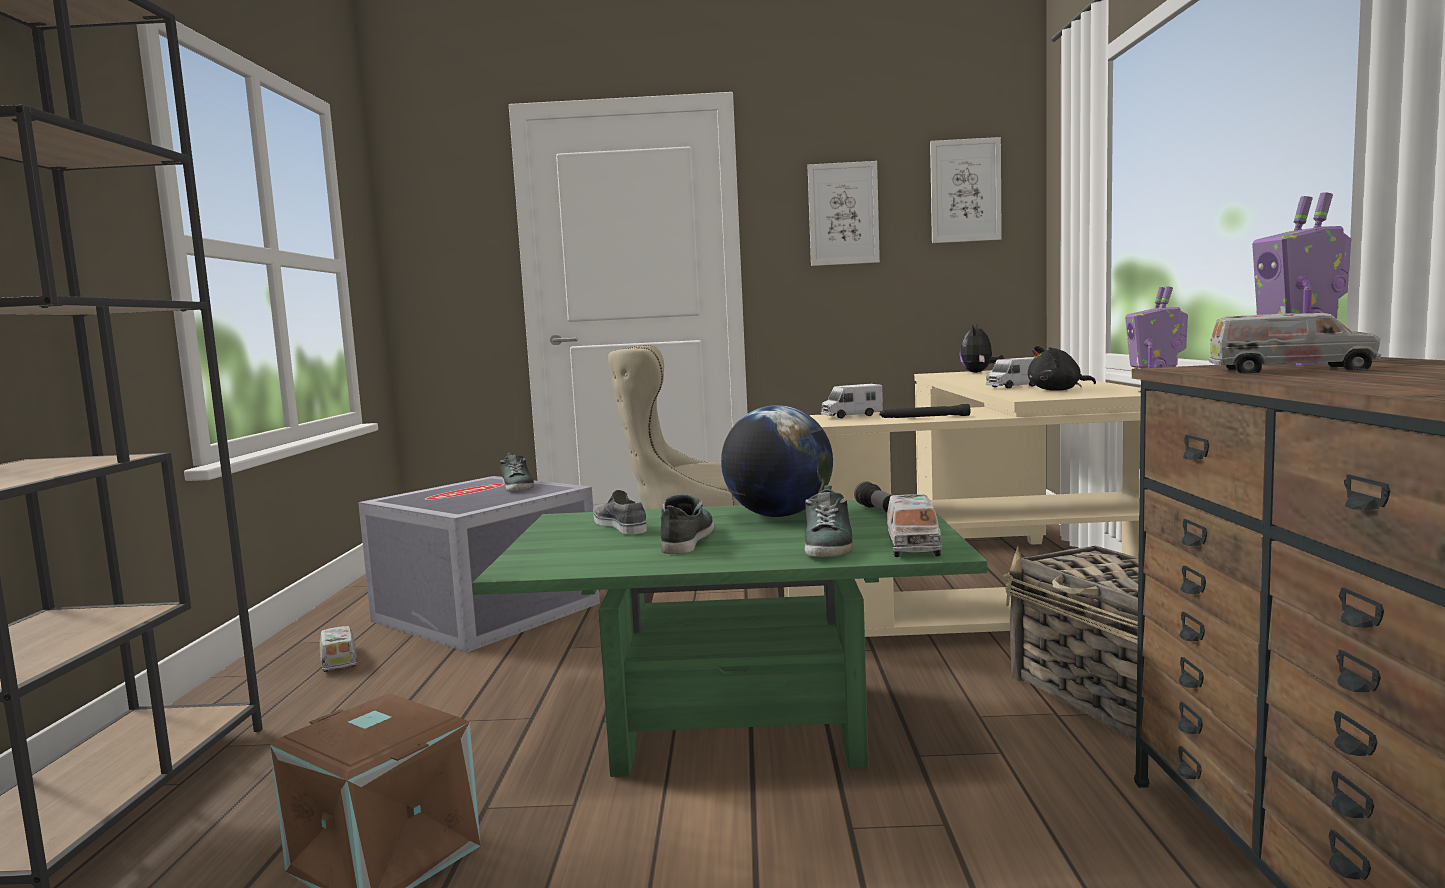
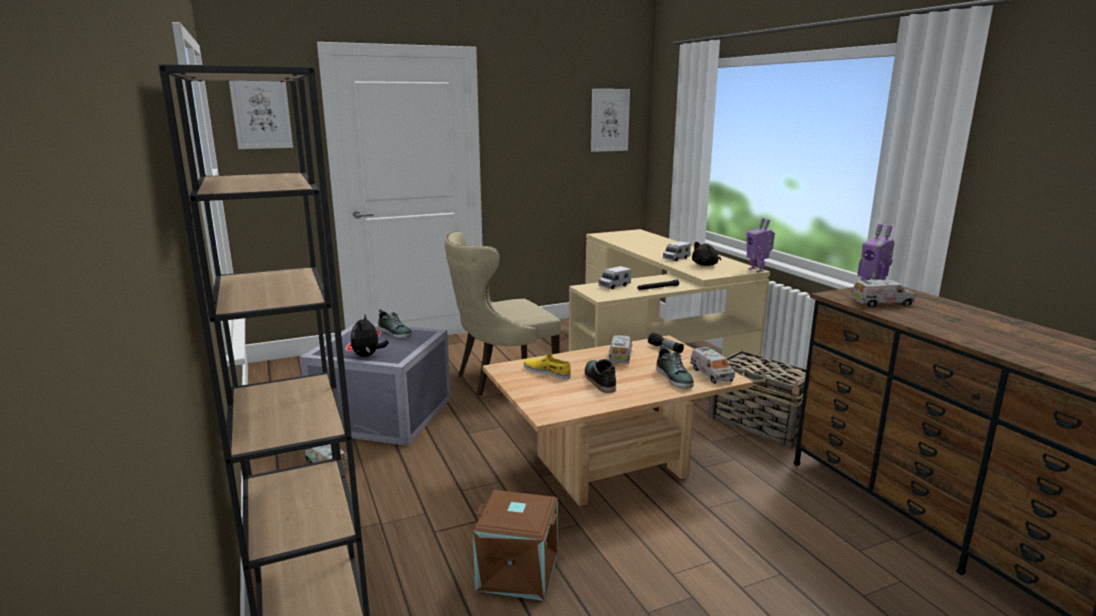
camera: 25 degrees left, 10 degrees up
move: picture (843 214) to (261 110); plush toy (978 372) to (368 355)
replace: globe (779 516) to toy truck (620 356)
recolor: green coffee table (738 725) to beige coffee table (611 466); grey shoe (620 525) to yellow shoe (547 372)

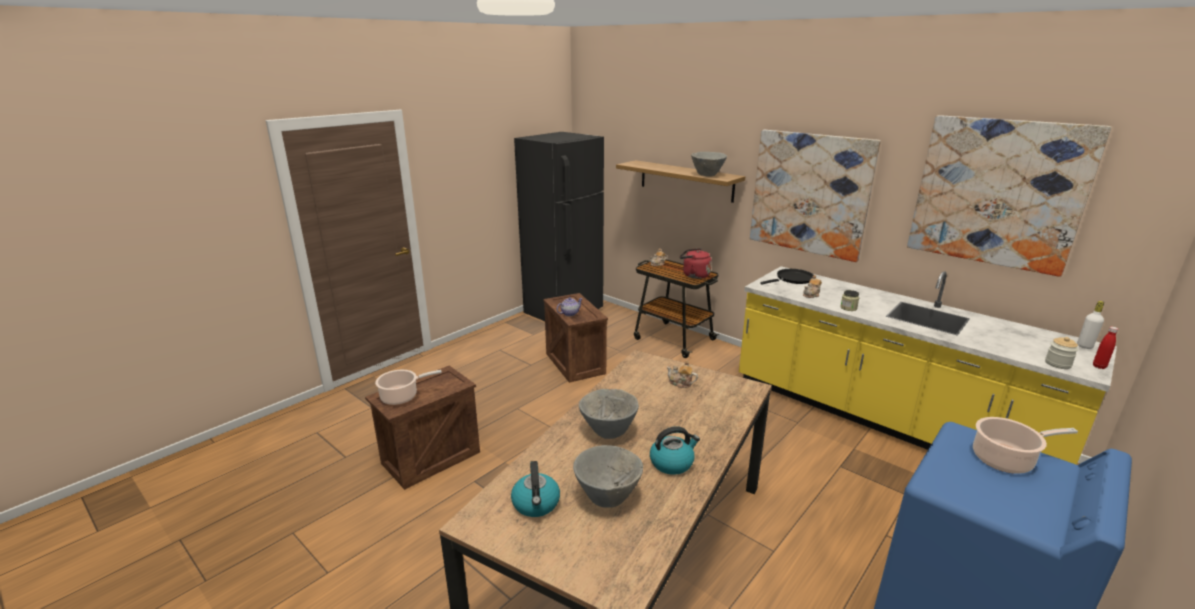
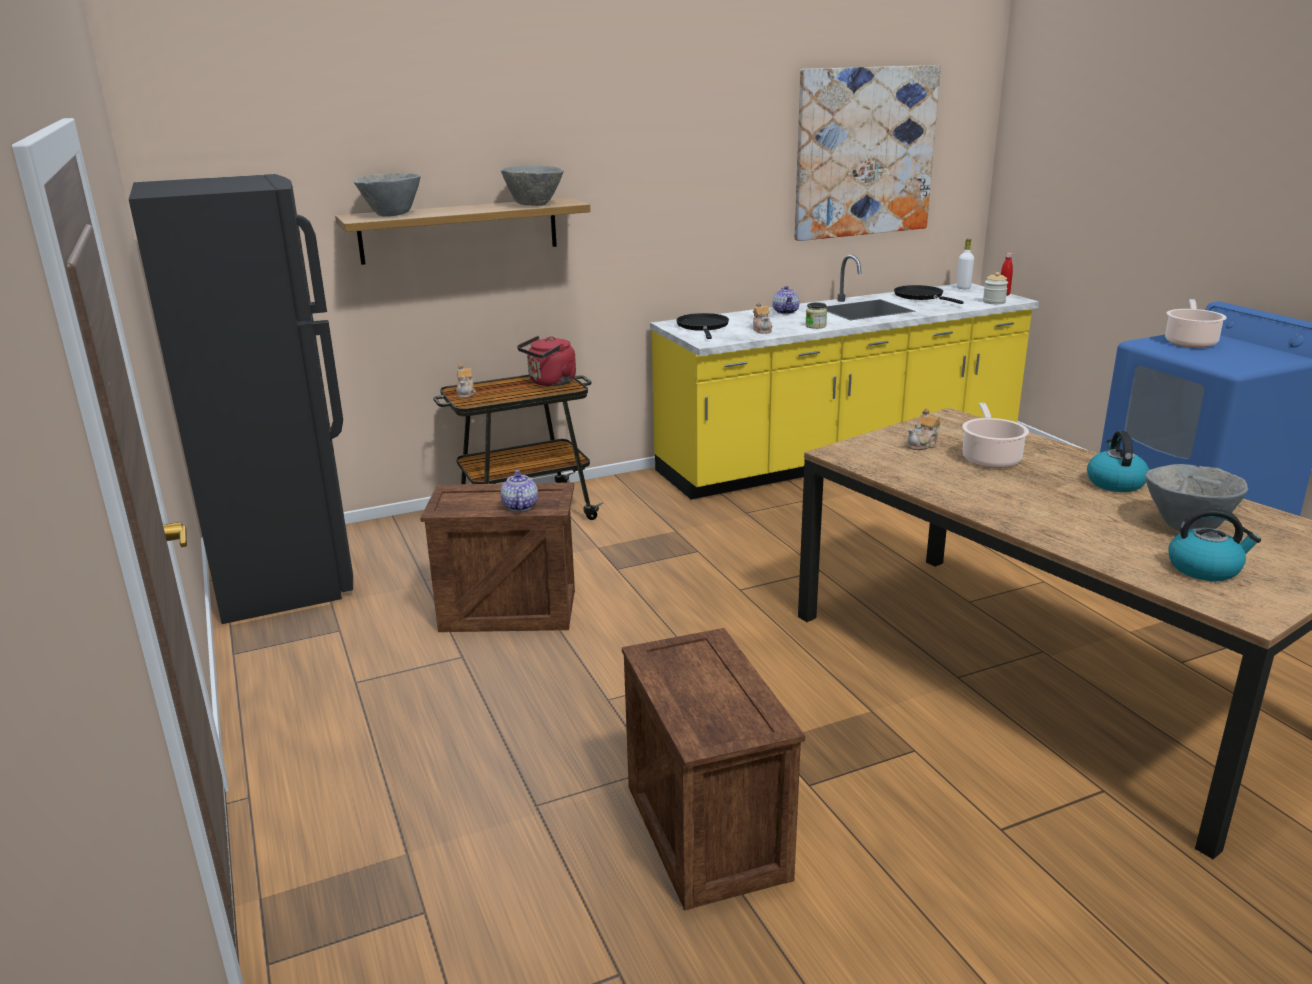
camera: 65 degrees left, 0 degrees up
delete: picture (810 194)
insert: teapot (785 312); black frying pan (921 296)
move: cooking pot (402 396) to (990 458); grey bowl (608 431) to (391 215)

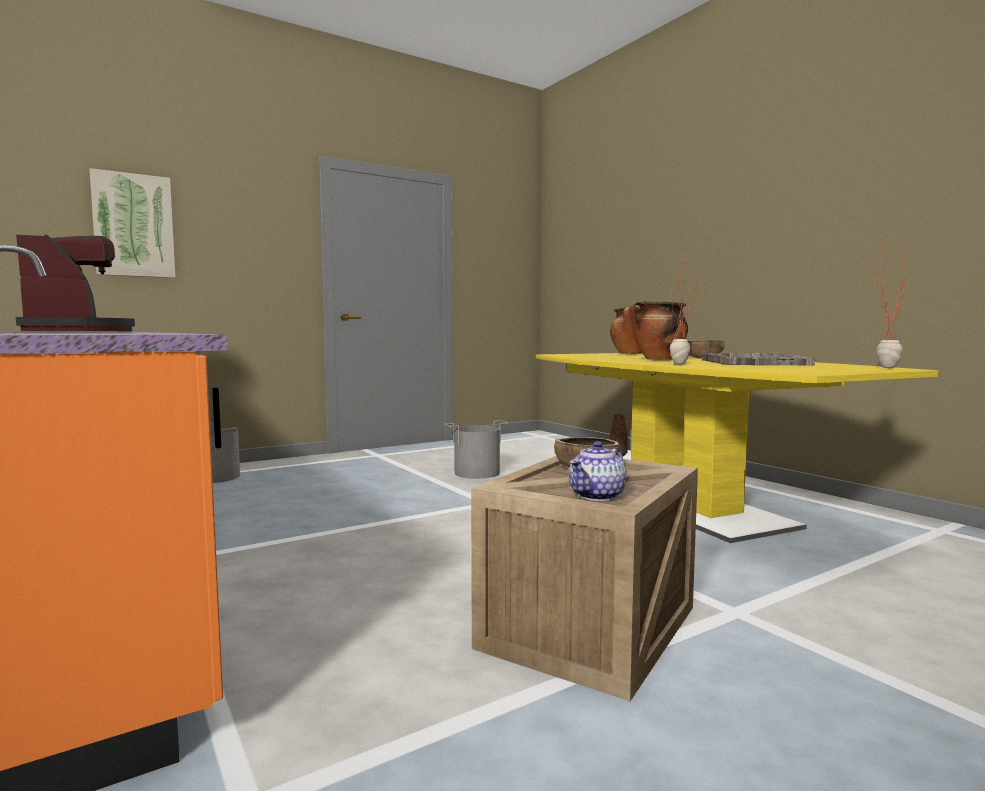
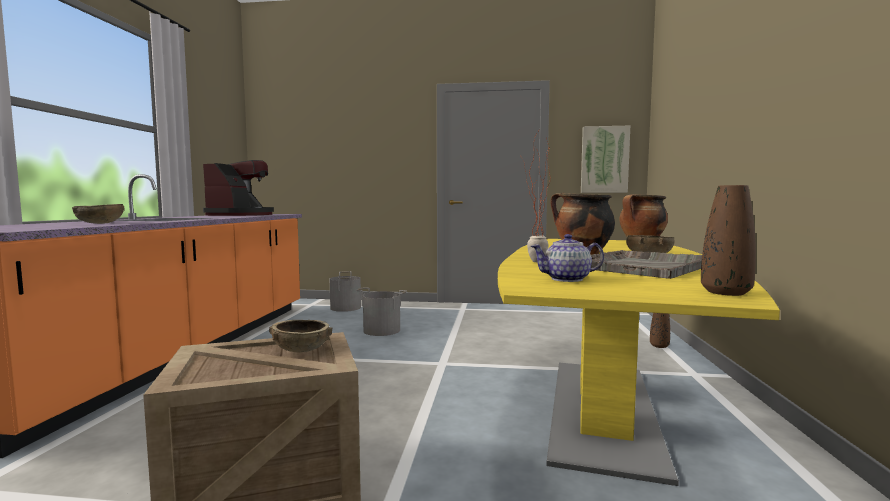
camera: 40 degrees right, 0 degrees up
insert: brown bowl (100 223)
move: picture (133 225) to (604 159); grey bucket (476 473) to (382 330); teapot (598 496) to (567 279)
replace: potted plant (880 367) to brown vase (726 292)

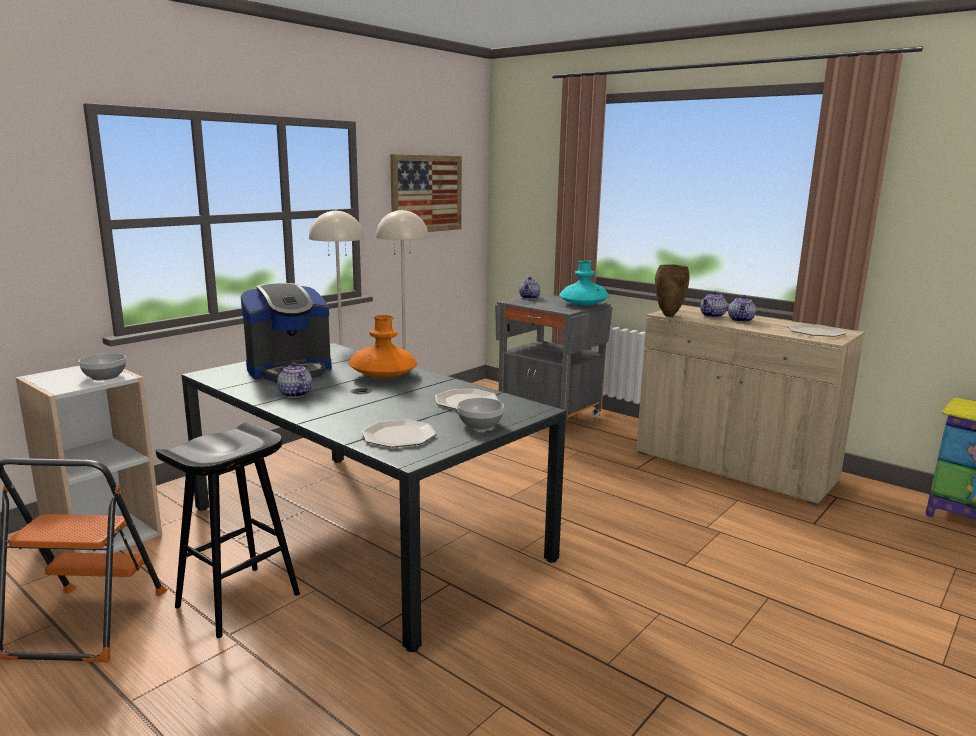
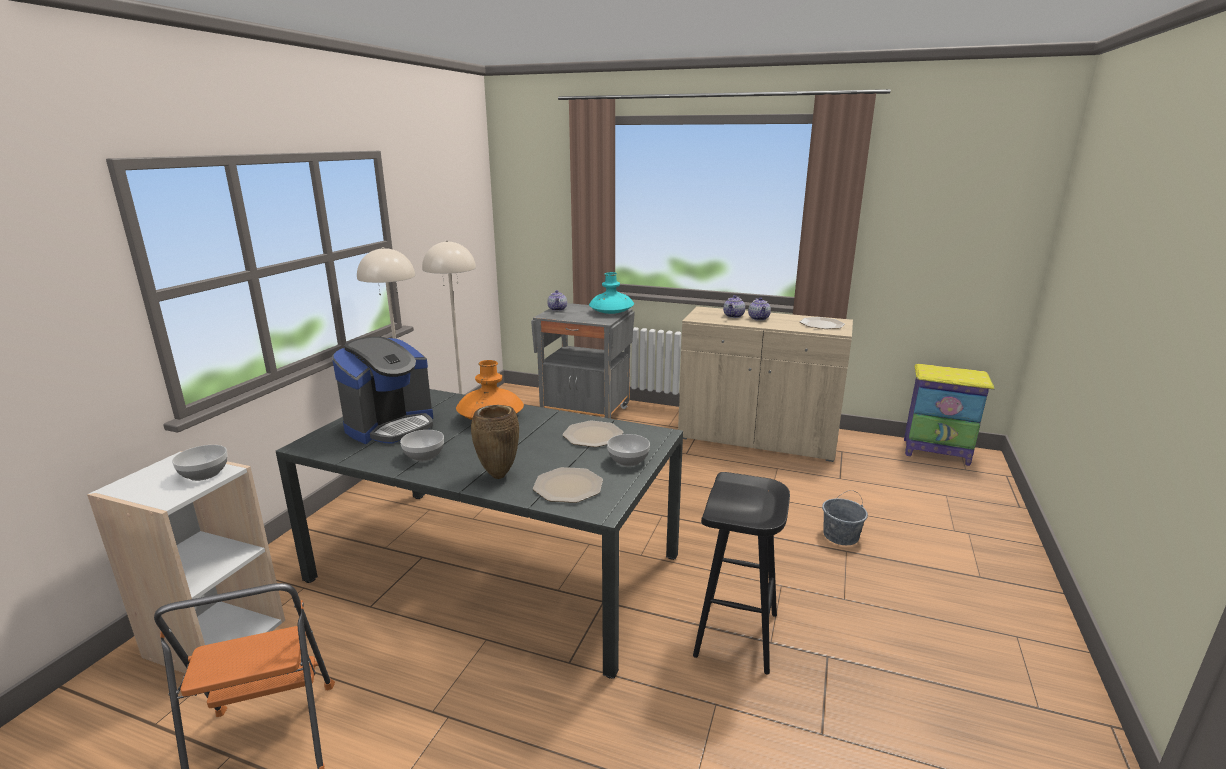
camera: 20 degrees left, 5 degrees up
delete: picture (426 194)
insert: grey bucket (841 536)
move: black stool (237 601) to (737 635); brown vase (668 315) to (498 475)
replace: teapot (294 394) to bowl (424 456)

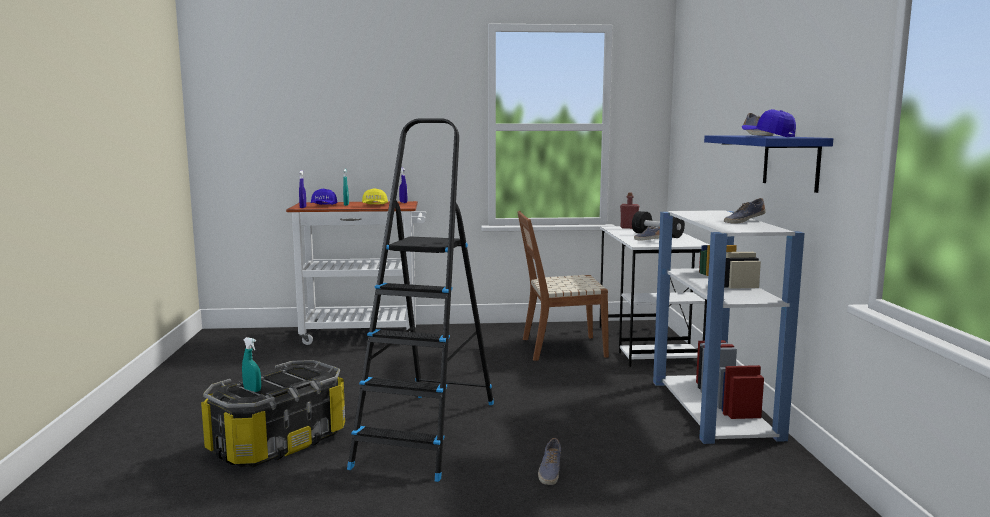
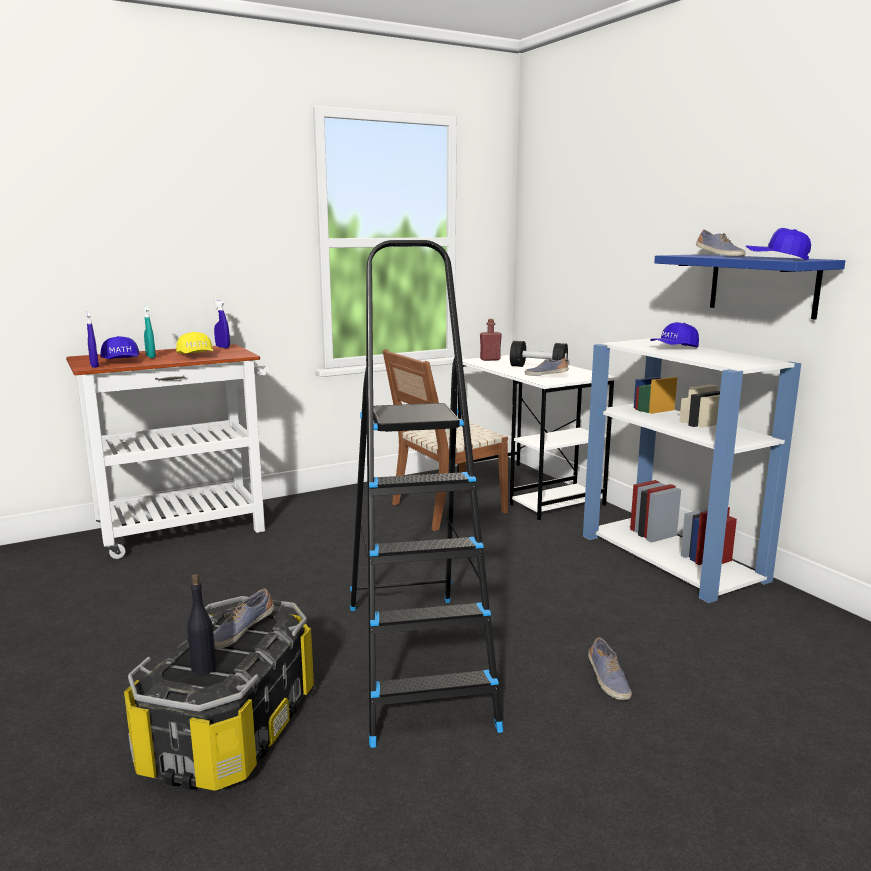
camera: 25 degrees left, 5 degrees up
insert: blue cap (674 348)
move: shoe (743 221) to (241 631)
replace: turquoise spray bottle (252 390) to black bottle (203 668)

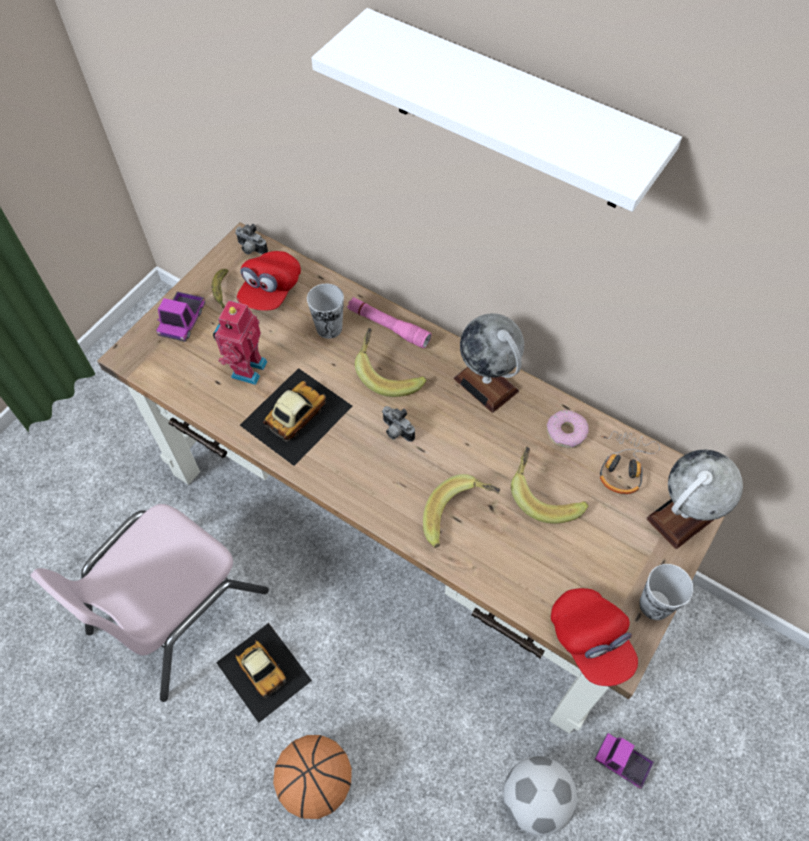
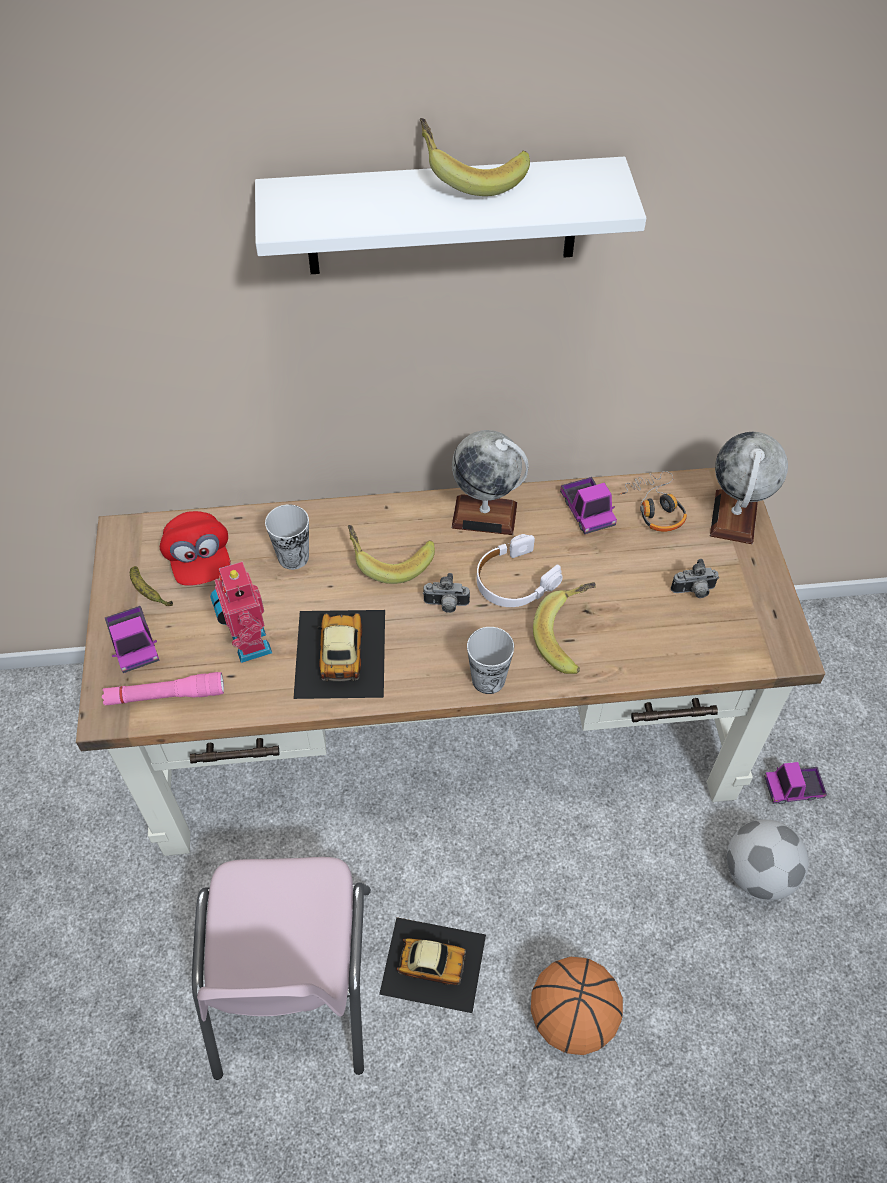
camera: 40 degrees left, 5 degrees down
delete: red cap (590 641)
insert: white headphones (514 581)
move: photo camera (251 250) to (693 591); pink flashlight (388 327) to (165 695); banana (545 494) to (471 176); cup (655 605) to (488 679)
replace: donut (566 432) to toy truck (587 511)

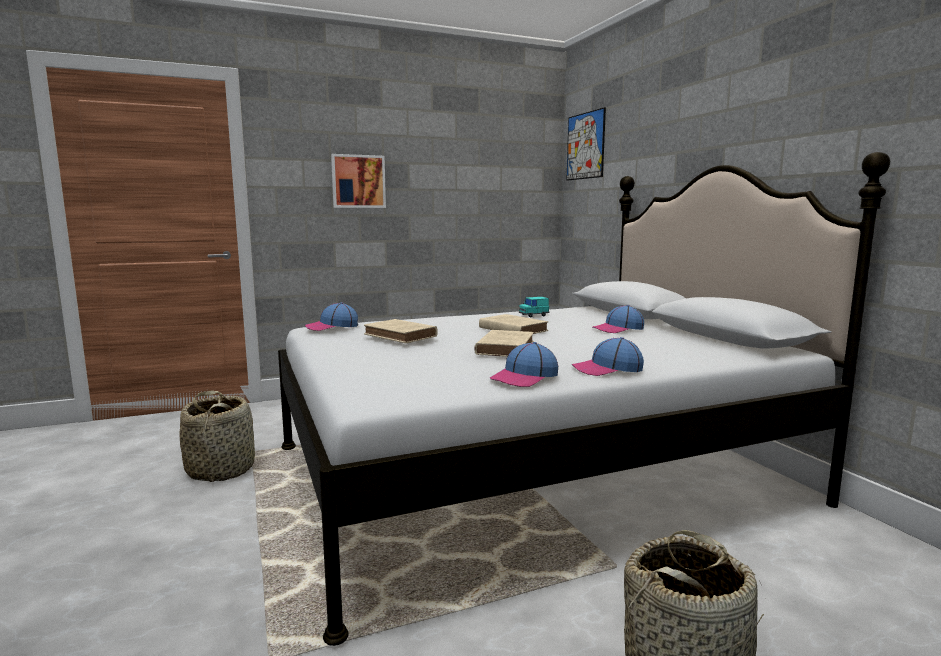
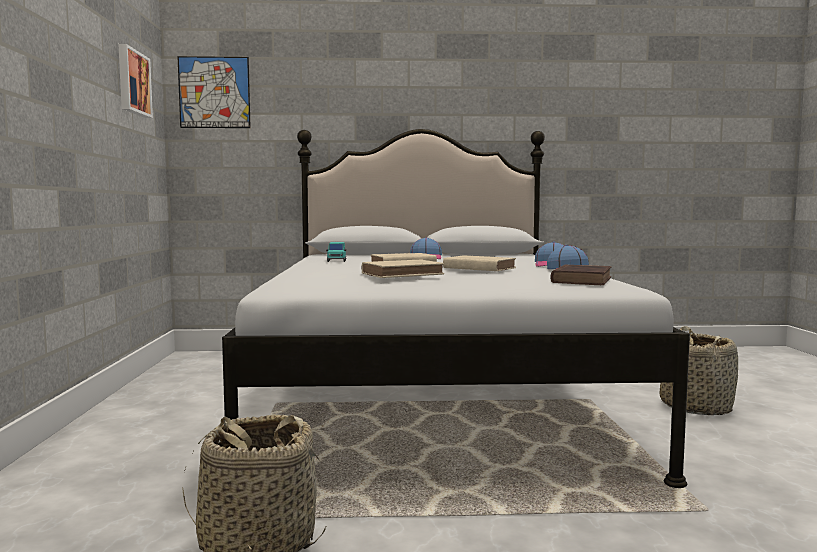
camera: 70 degrees left, 5 degrees down
delete: cap (332 326)
insert: brown book (582 280)
move: picture (358 181) to (132 82)

